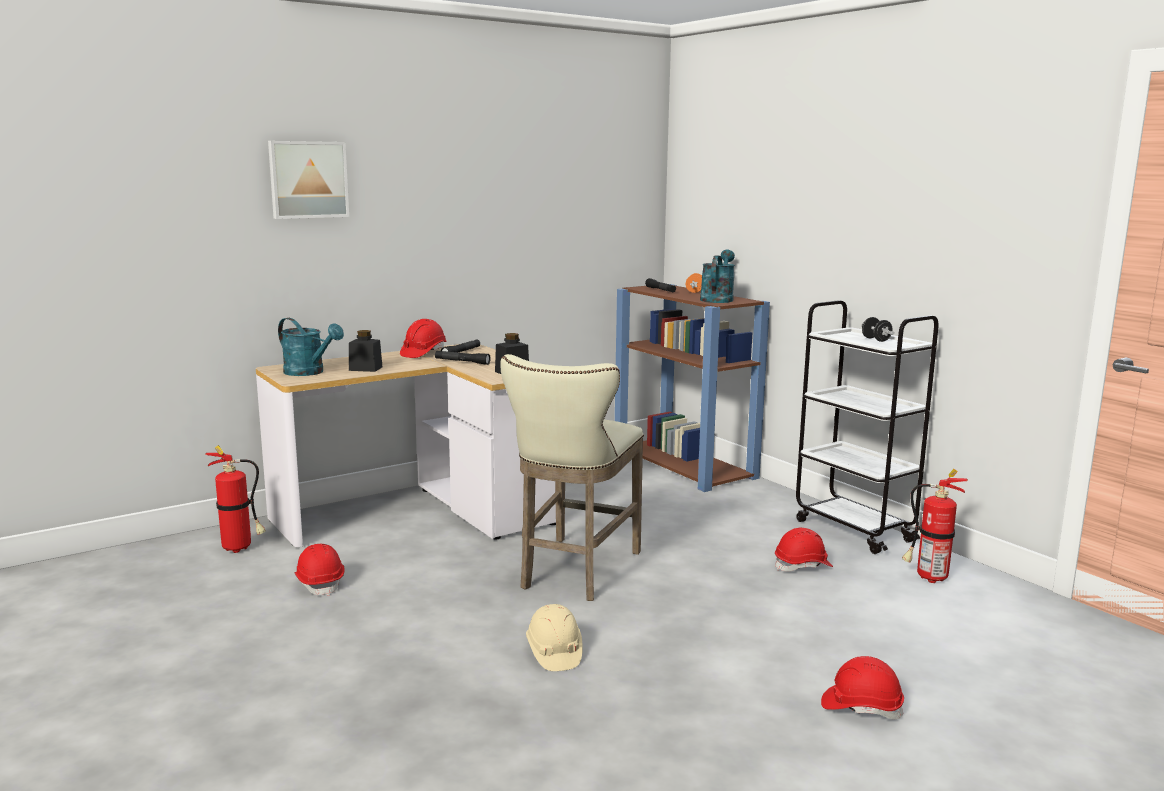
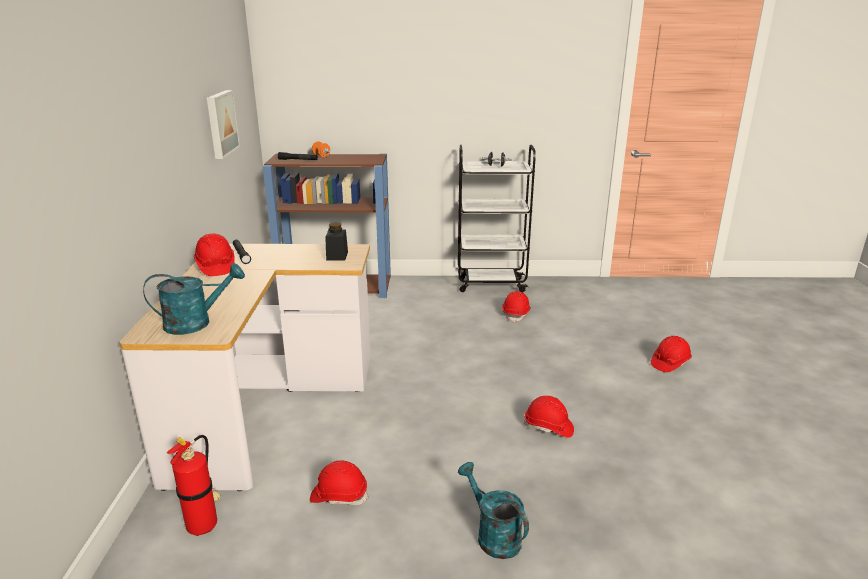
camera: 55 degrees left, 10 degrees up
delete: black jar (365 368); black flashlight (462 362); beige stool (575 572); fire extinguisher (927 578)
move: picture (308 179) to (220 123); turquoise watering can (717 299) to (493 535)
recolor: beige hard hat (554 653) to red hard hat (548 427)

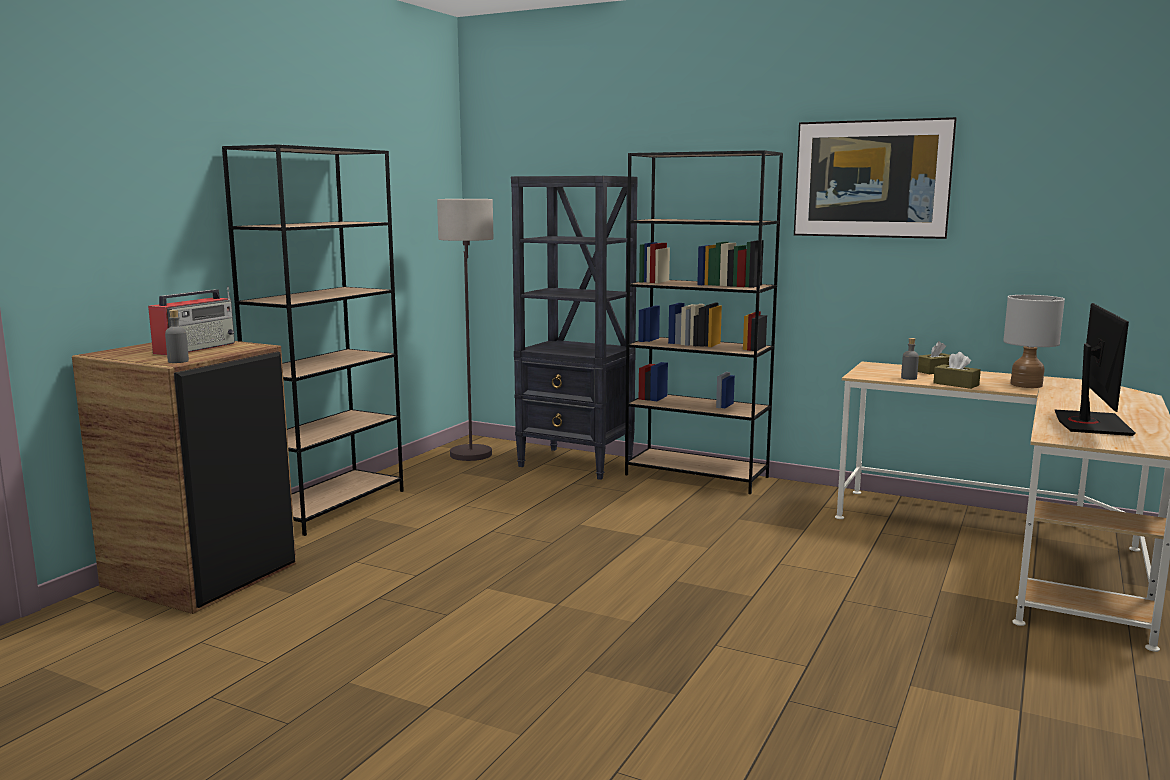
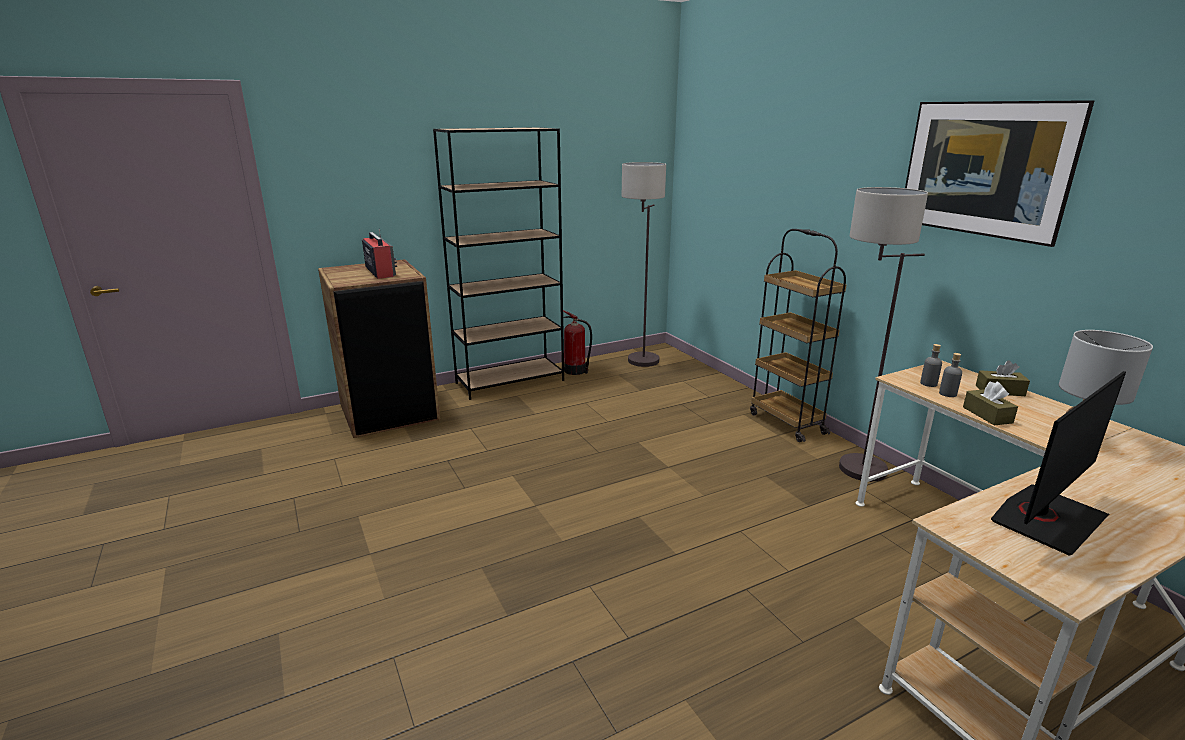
camera: 35 degrees right, 10 degrees up
delete: black bookcase (576 463)
insert: fire extinguisher (576 371); grey floor lamp (849 470)
move: grey bottle (178 361) to (928 383)
replace: beige bookcase (697 476) to brown cart (787 423)
rotate: radio (196 348) = (380 272) 90 degrees counterclockwise

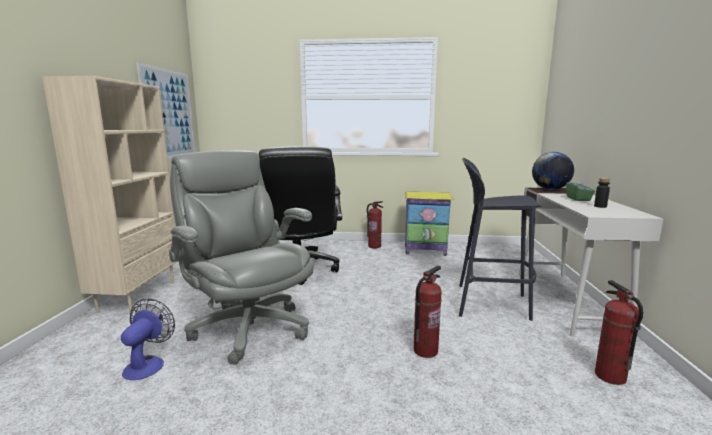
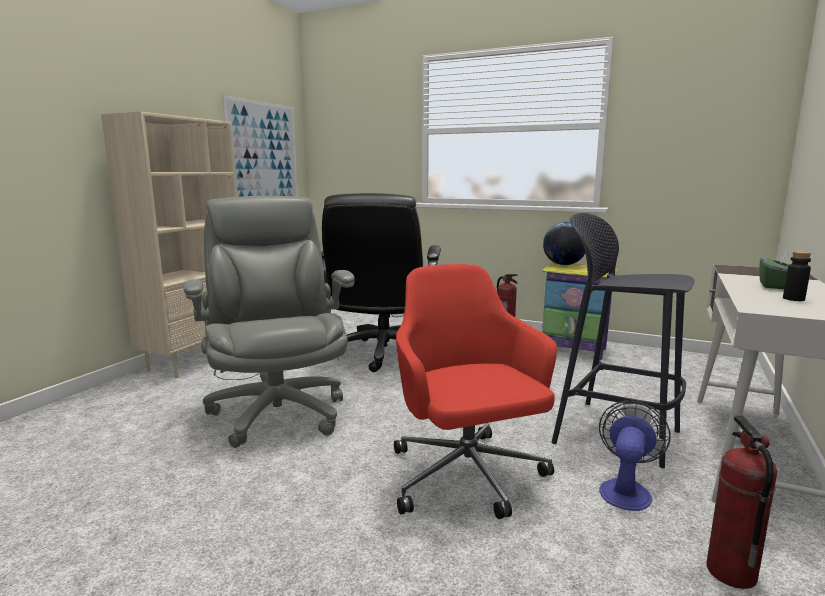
camera: 20 degrees right, 0 degrees up
move: fan (148 363) to (626 489); globe (550 189) to (563 265)
replace: fire extinguisher (425 350) to red office chair (467 477)

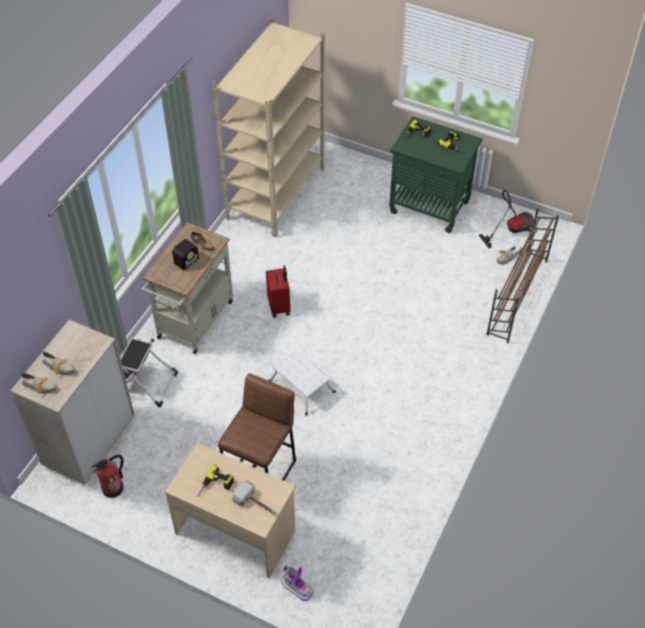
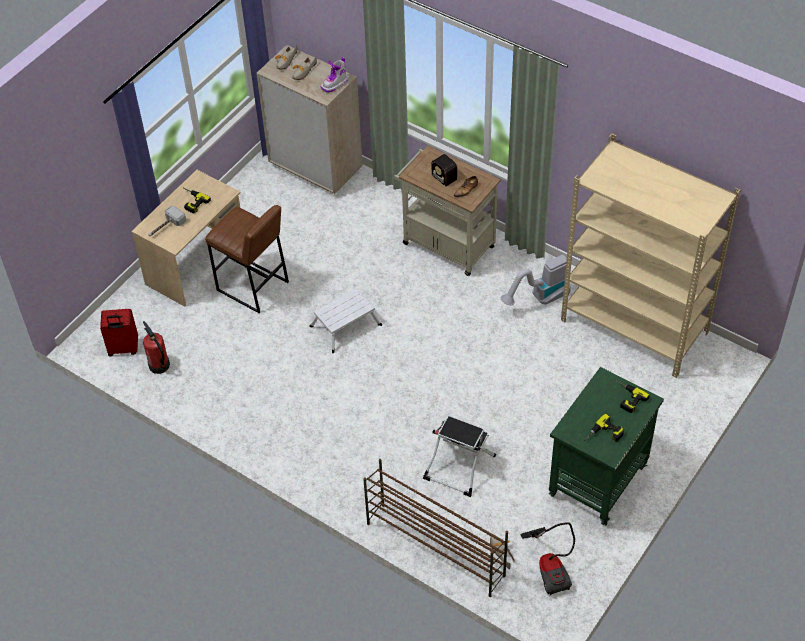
camera: 100 degrees right, 0 degrees up
insert: vacuum cleaner (539 299)
move: fire extinguisher (113 488) to (159 365); step ladder (144 382) to (458 464); red suitcase (279 307) to (123 349); boot (297 587) to (335 84)

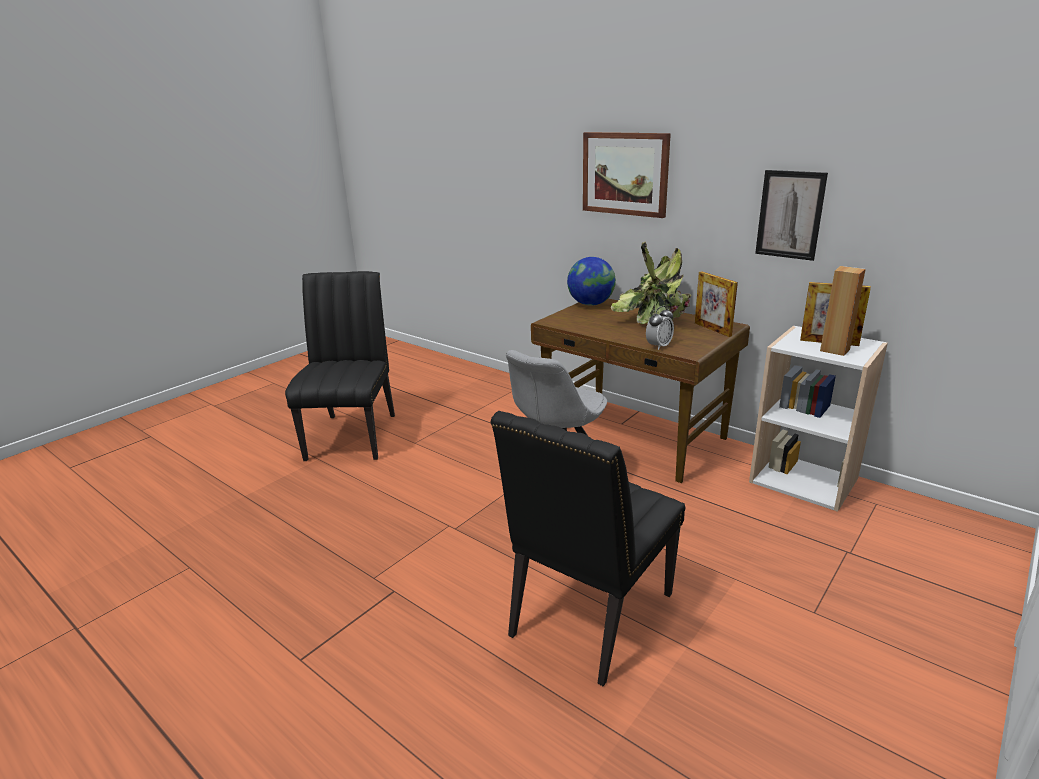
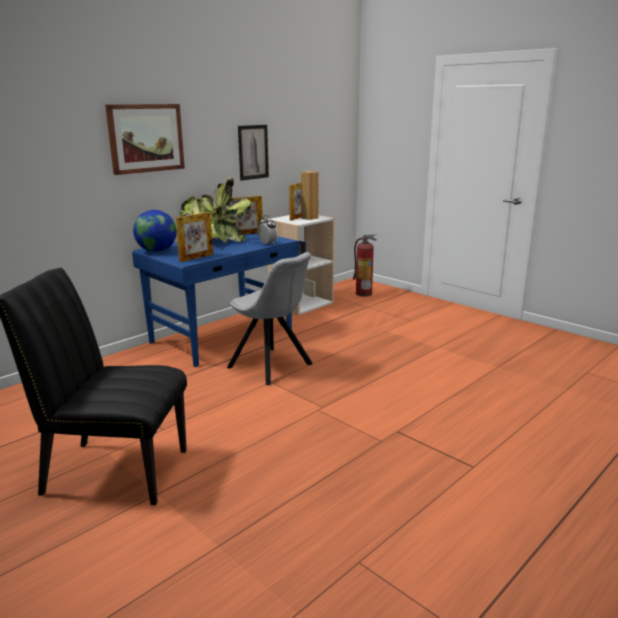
camera: 85 degrees left, 5 degrees down
delete: black chair (592 613)
insert: picture frame (196 258); fire extinguisher (364 293)
recolor: brown desk (634 437) to blue desk (223 337)

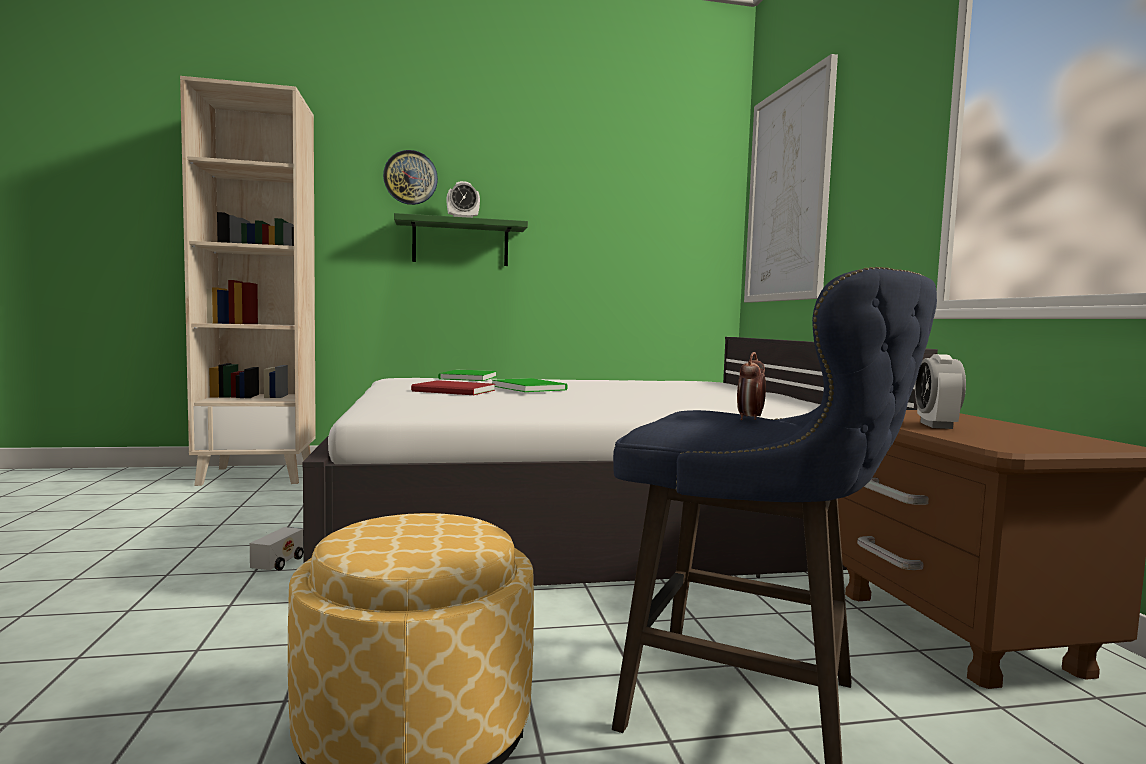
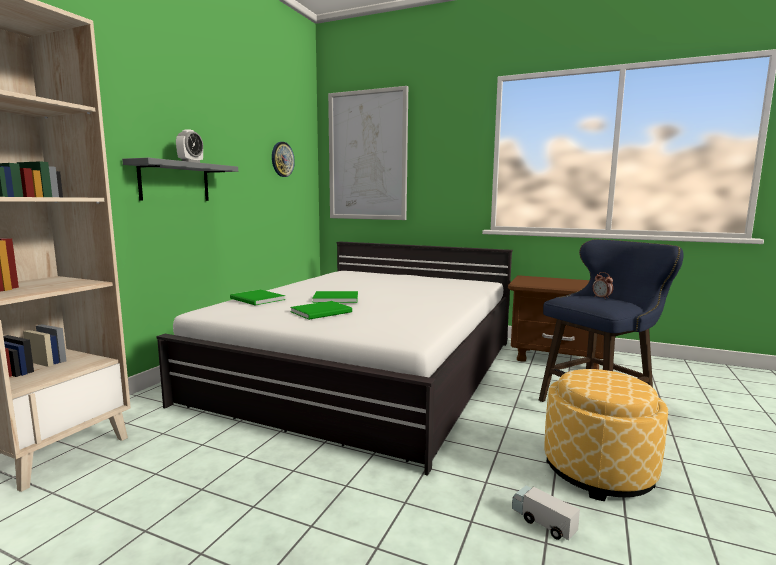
camera: 55 degrees left, 5 degrees up
delete: alarm clock (936 425)
move: toy truck (282 561) to (543 522); wall clock (410 177) to (282 159)
recolor: green shelf (460 243) to grey shelf (175 182); red book (455 391) to green book (323 312)

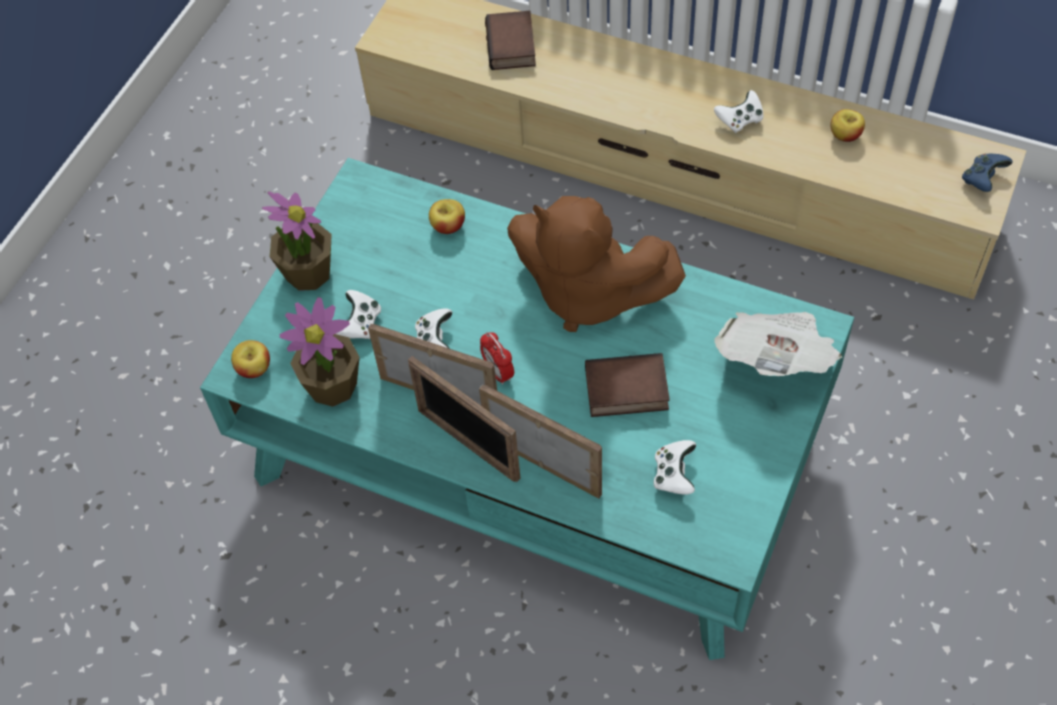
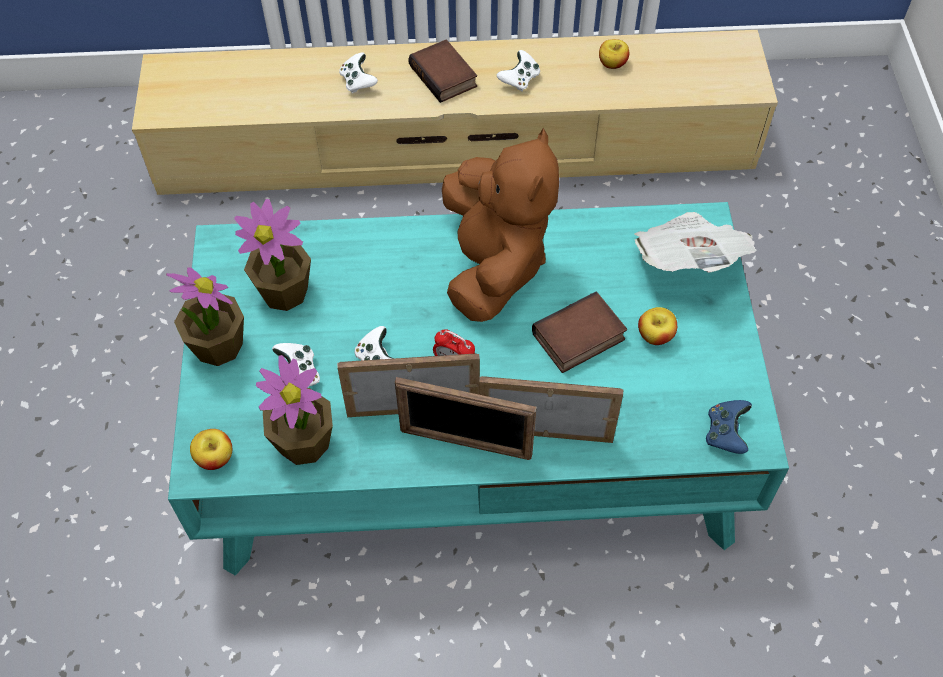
camera: 30 degrees left, 0 degrees up
insert: potted plant (285 291)
move: apple (448 226) to (655 336); book (513 46) to (445 76); white game controller (674 475) to (358 82); blue game controller (982 179) to (725 433)
rotate: brown plush toy (587 293) = (493 265) 90 degrees counterclockwise

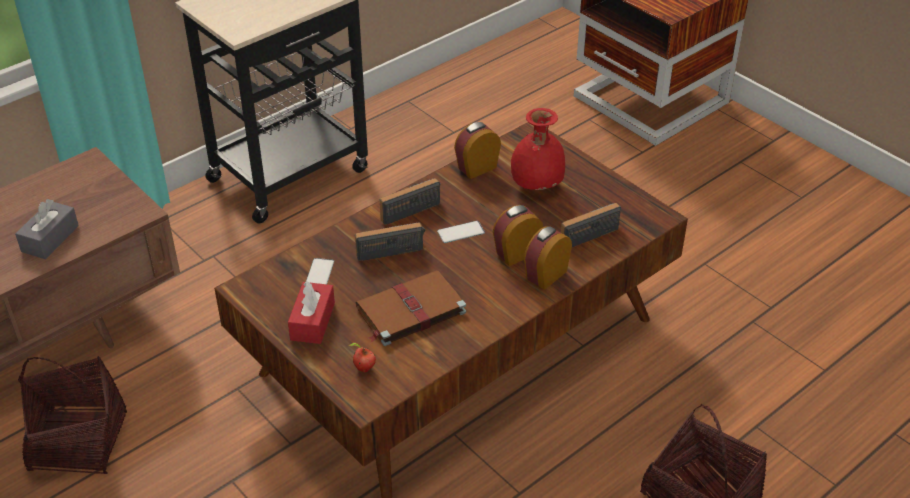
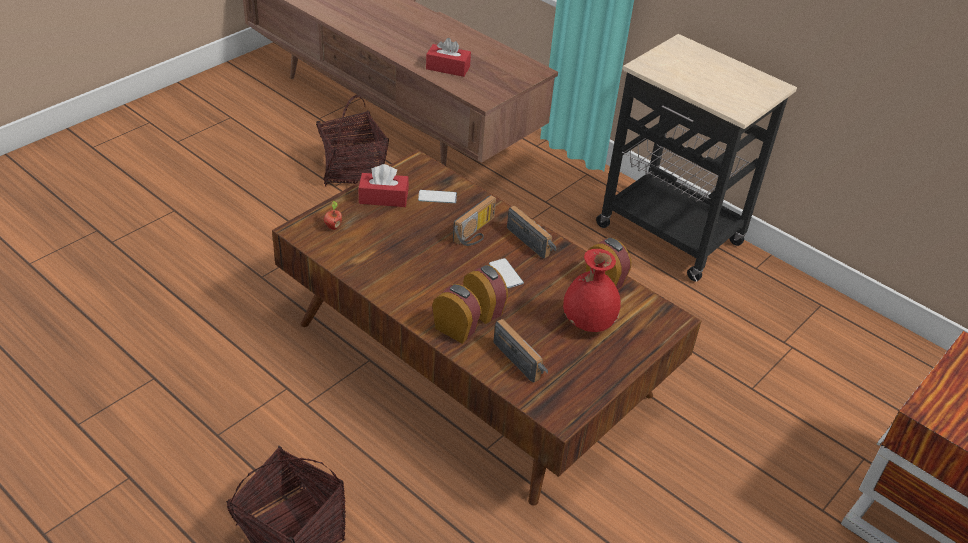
camera: 80 degrees right, 0 degrees up
delete: brown book (409 311)
recolor: grey tissue box (50 238) to red tissue box (448 68)
rotate: radio (390 248) = (477 233) 60 degrees clockwise

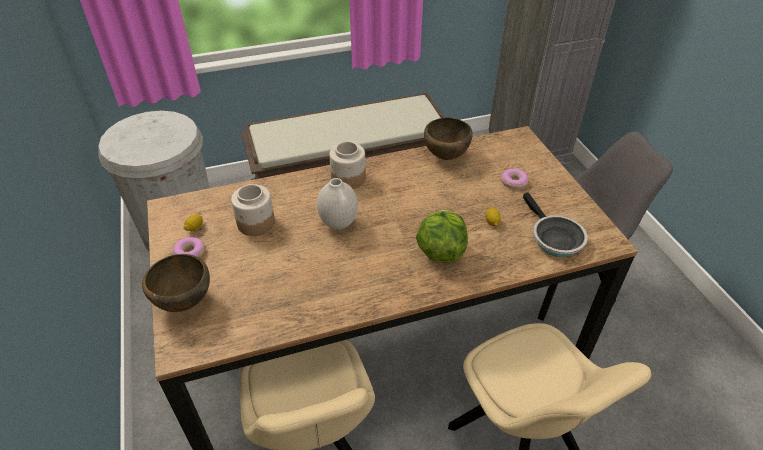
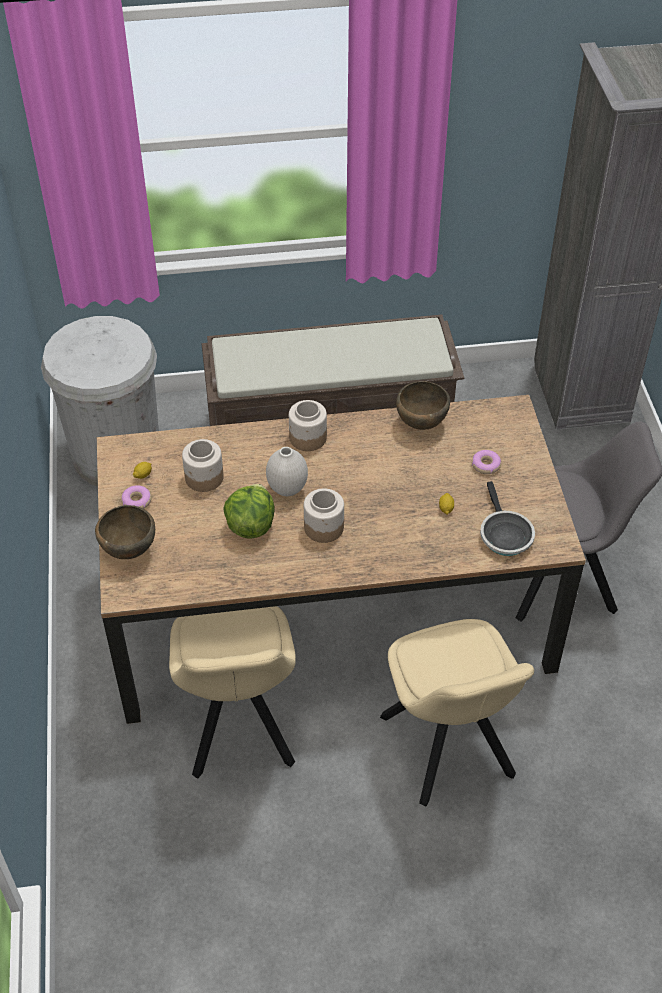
camera: 10 degrees right, 5 degrees up
insert: jar (324 527)
move: lettuce (440 251) to (250 525)

